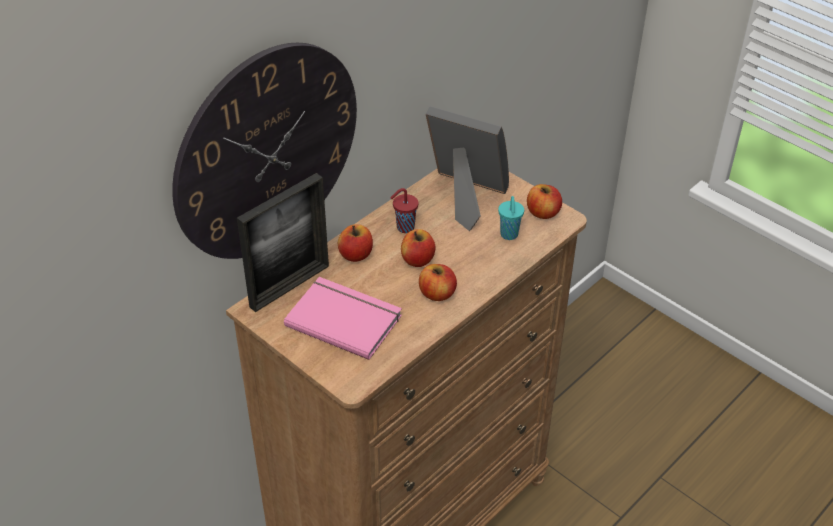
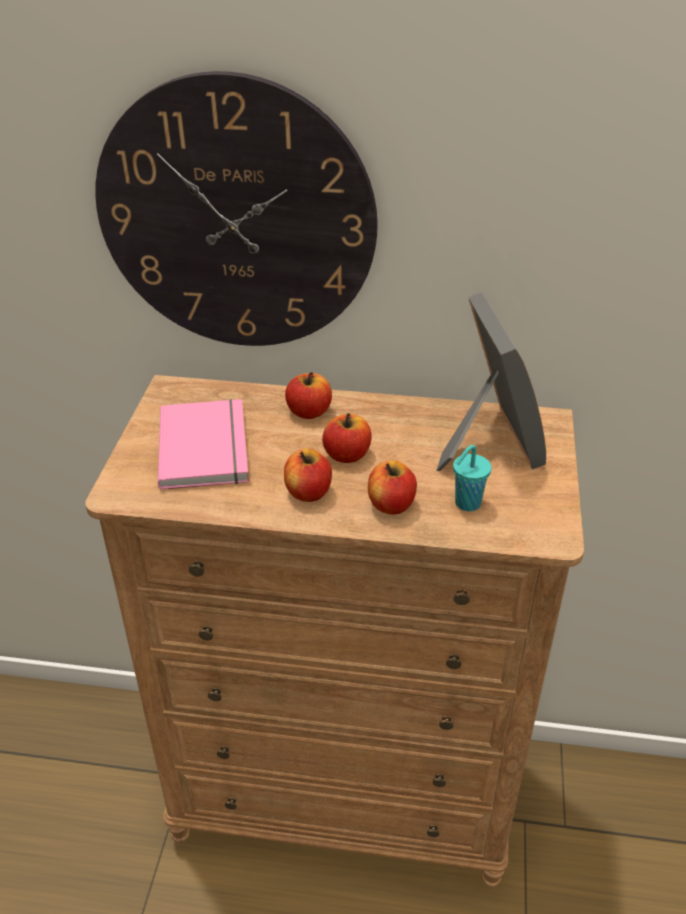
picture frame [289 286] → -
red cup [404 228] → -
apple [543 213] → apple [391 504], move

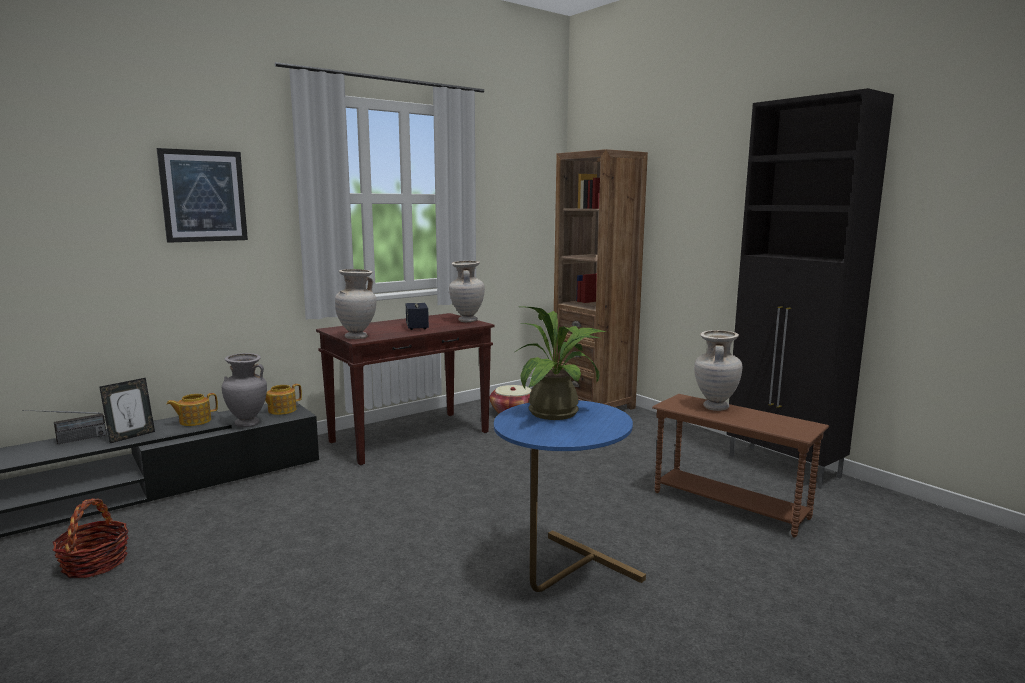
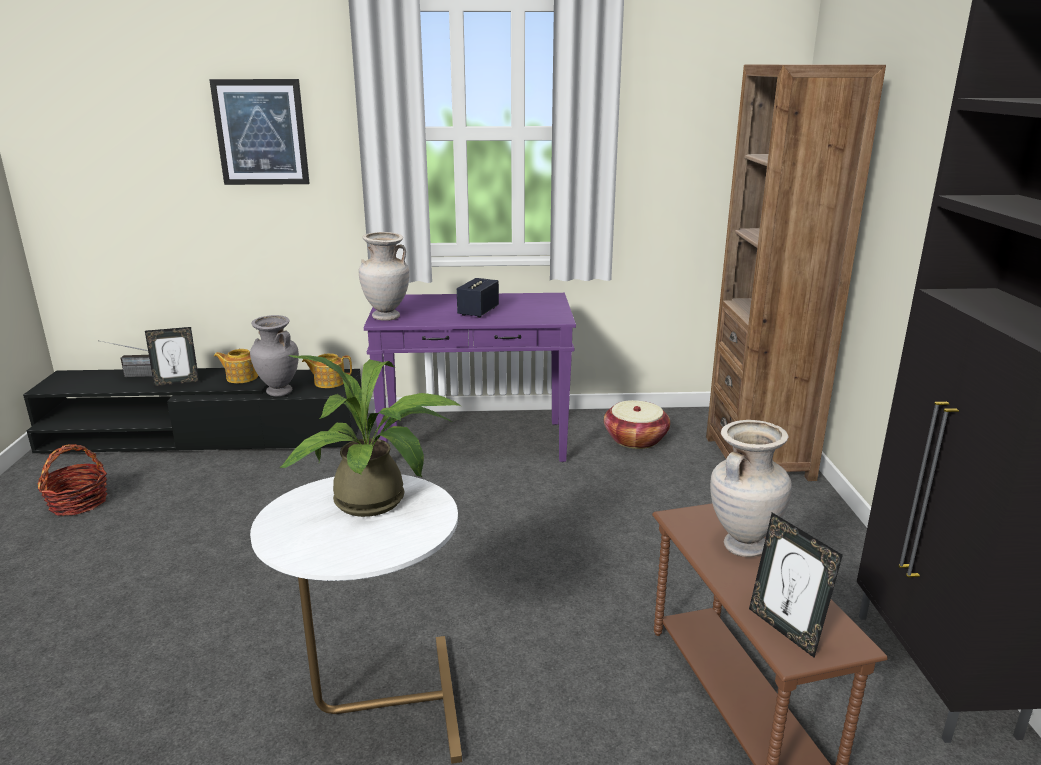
beige vase [467 320] → -
- → picture frame [785 630]
brown console table [411 437] → purple console table [476 443]
blue side table [561 578] → white side table [377 706]

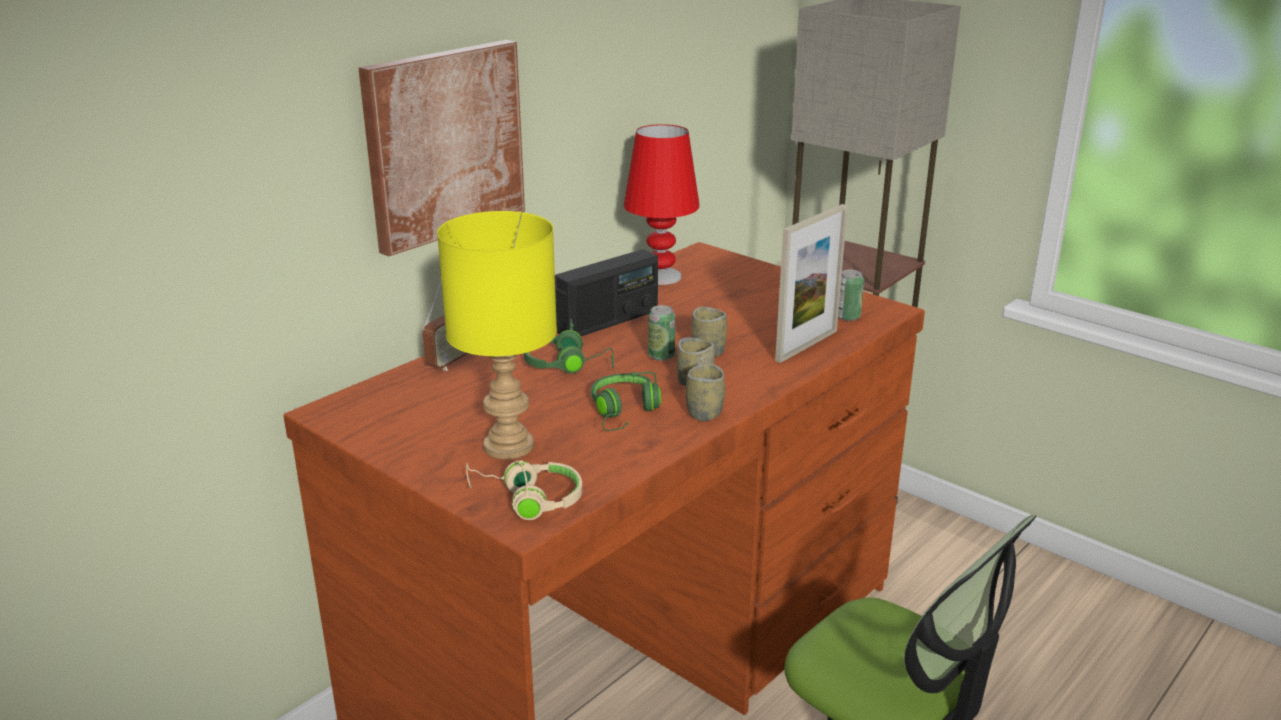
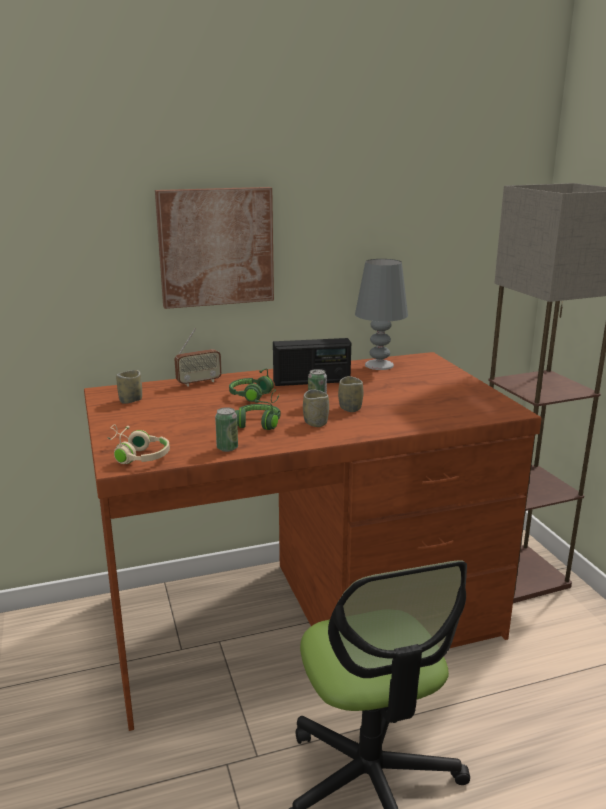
yellow table lamp [510 445] → -
picture frame [806 345] → -
cup [704 413] → cup [131 400], move
can [847 317] → can [227 448], move
red table lamp [660 277] → grey table lamp [379 365]

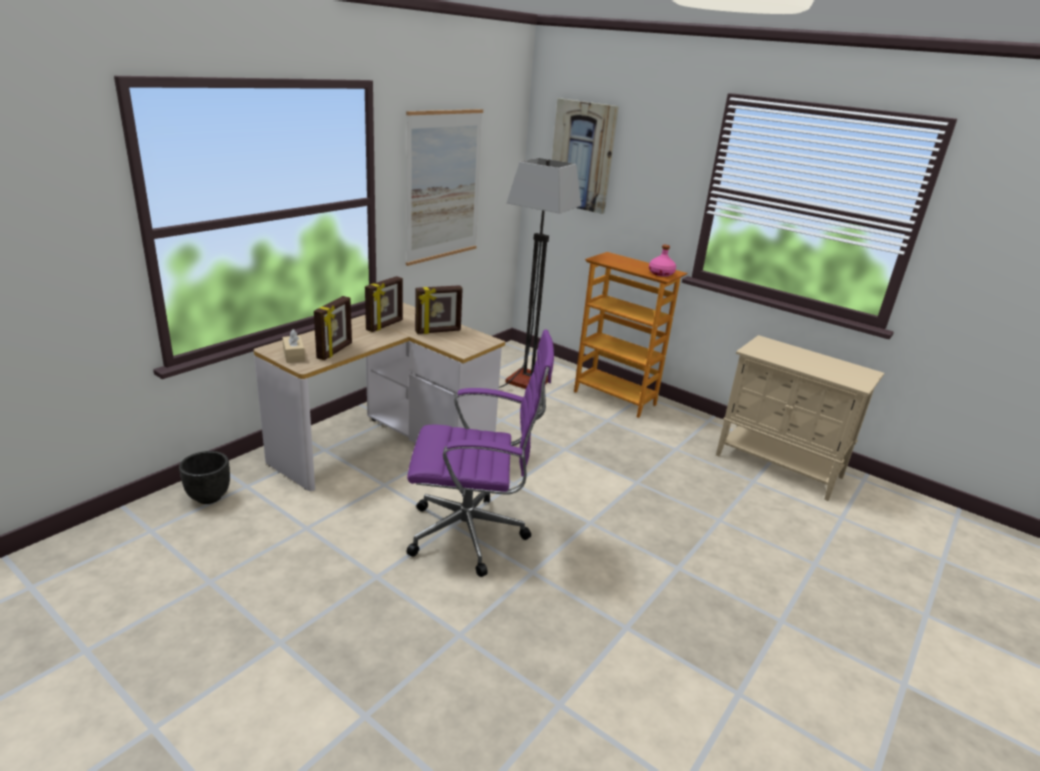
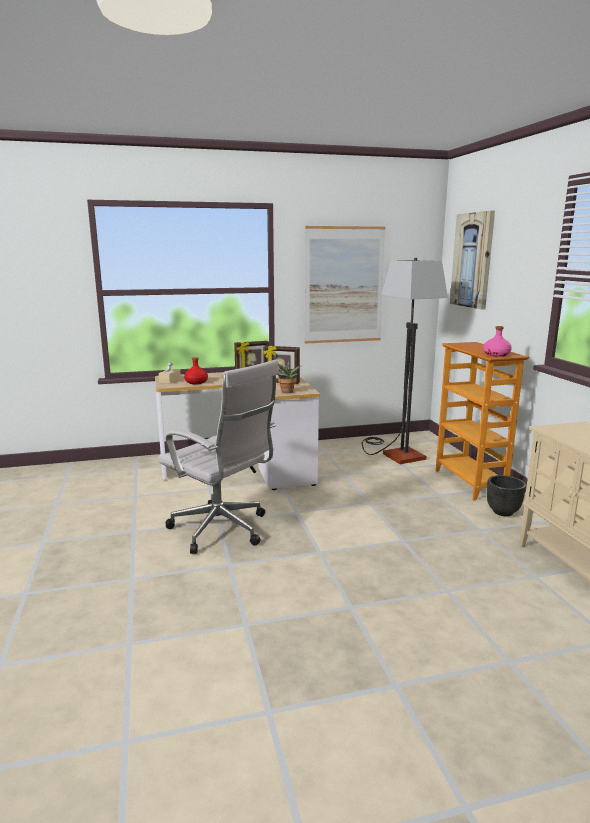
- → potted plant [287 392]
black planter [209 497] → black planter [503 512], move
picture frame [335 351] → red bottle [196 382]
purple office chair [473 535] → white office chair [222 530]

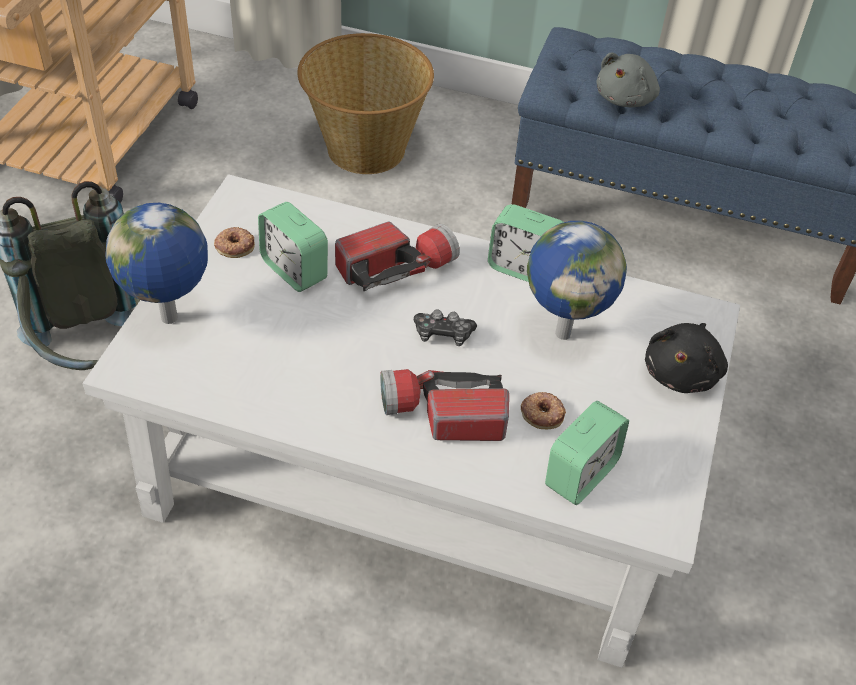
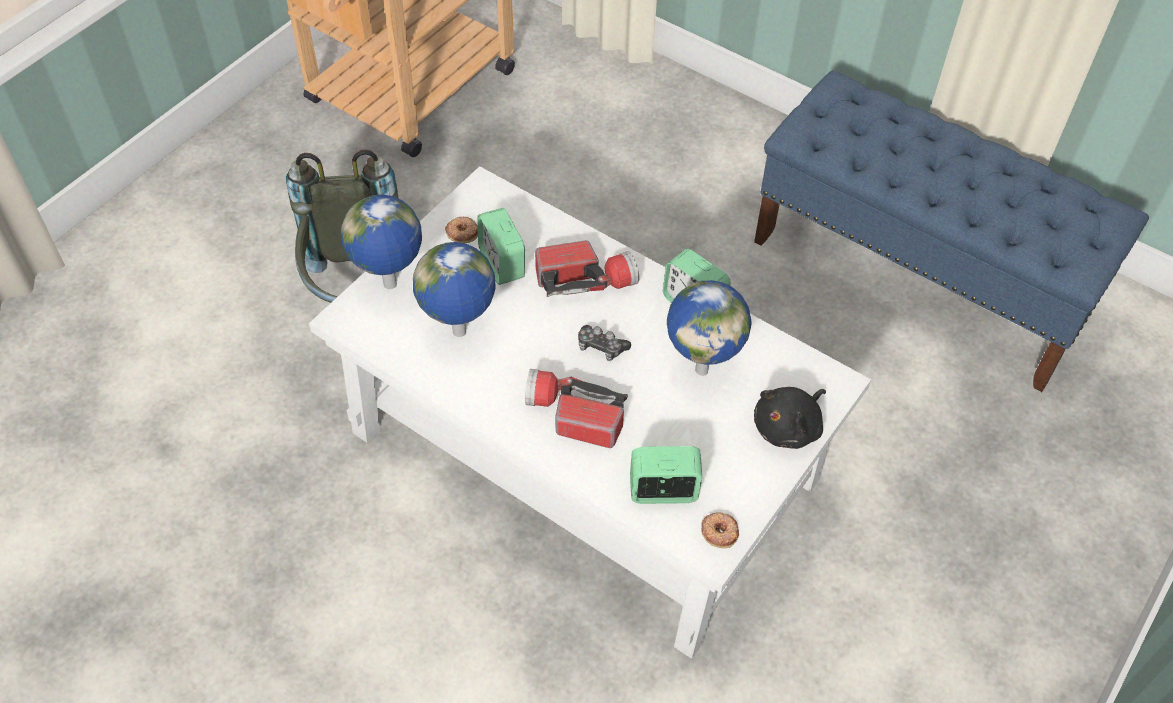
basket [365 148] → -
grey plush toy [626 98] → -
- → globe [460 333]
donut [542 413] → donut [719 531], move
alarm clock [580 474] → alarm clock [663 491], 150 degrees counterclockwise

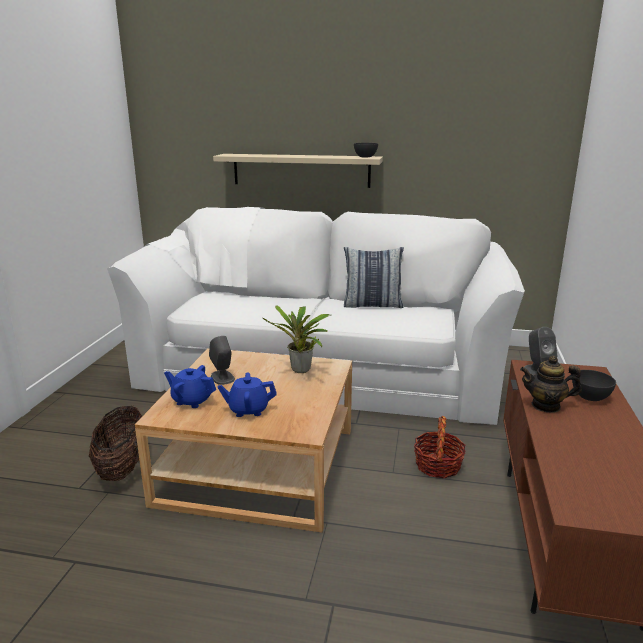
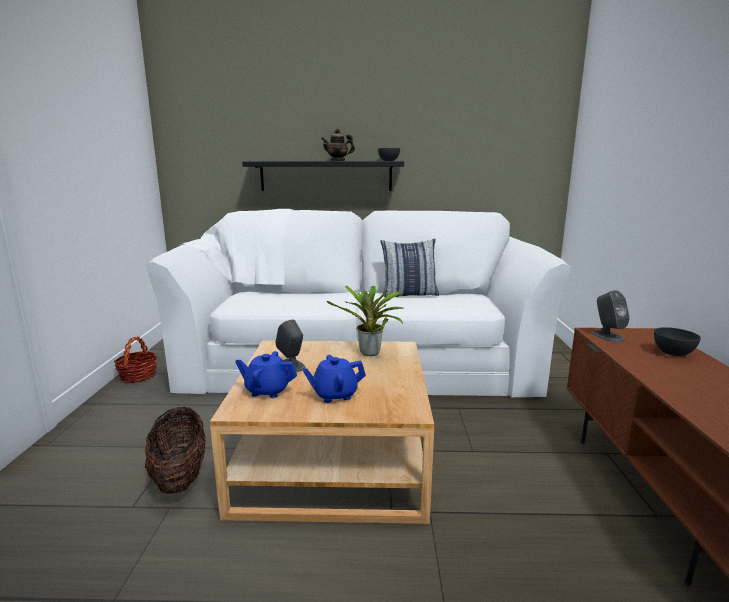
basket [438 465] → basket [138 376], move
teapot [546 406] → teapot [338 161], move
beige shelf [301 170] → black shelf [326 176]

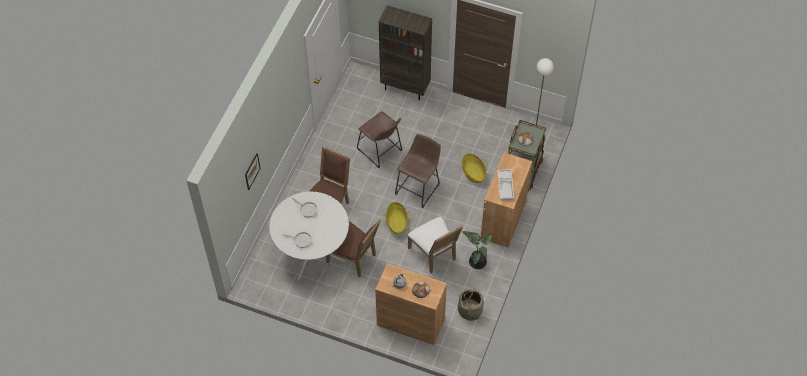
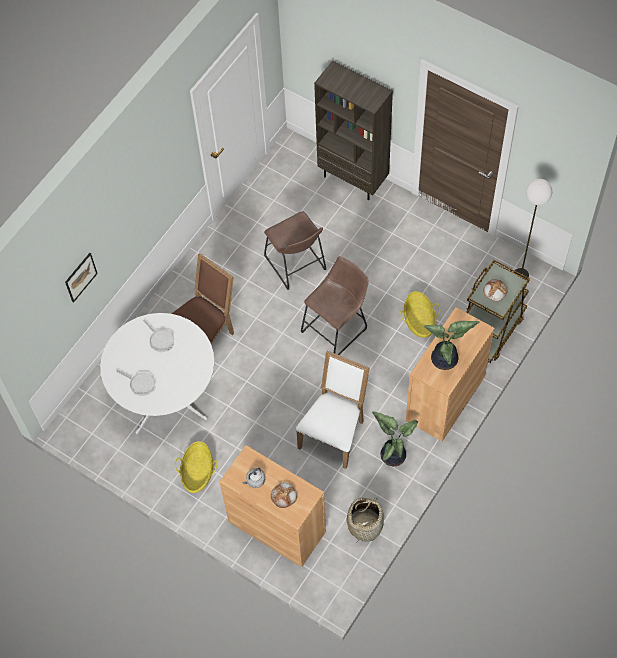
brown chair [354 258] → -
basket [396 223] → basket [198 472], move
white tray [506 186] → potted plant [446 360]
white chair [434 255] → white chair [334 432], 135 degrees counterclockwise

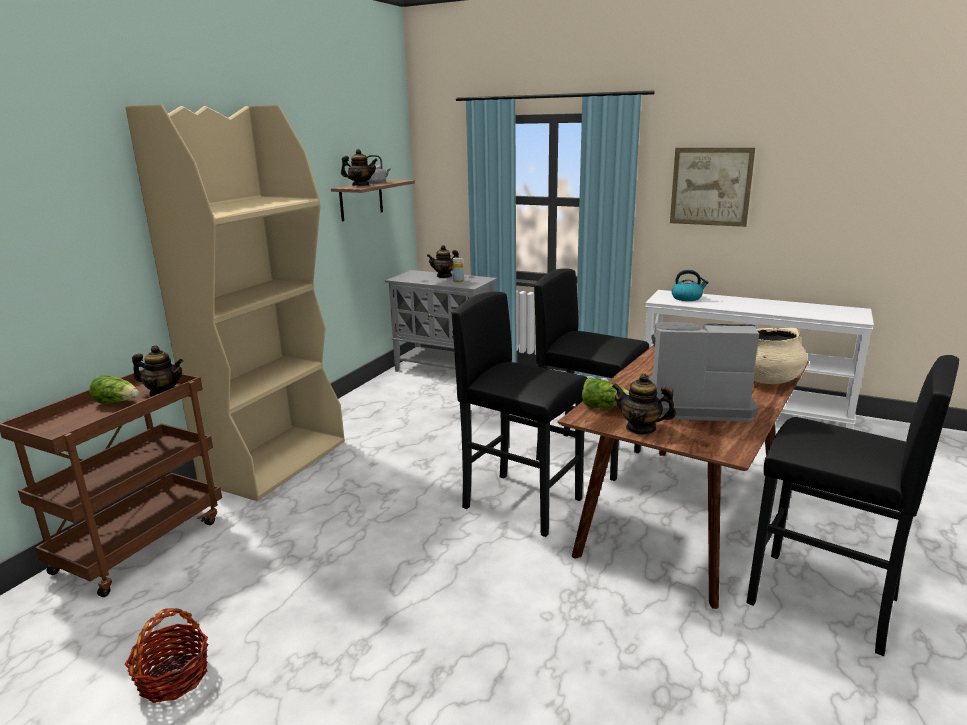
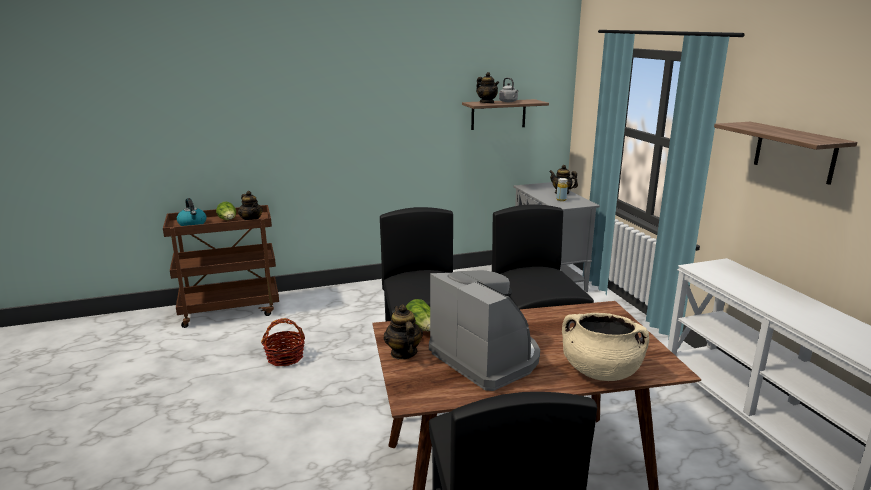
beige bookcase [275 461] → -
basket [173 677] → basket [285 357], move
kettle [687 298] → kettle [192 224], move
picture [711 186] → shelf [794 152]

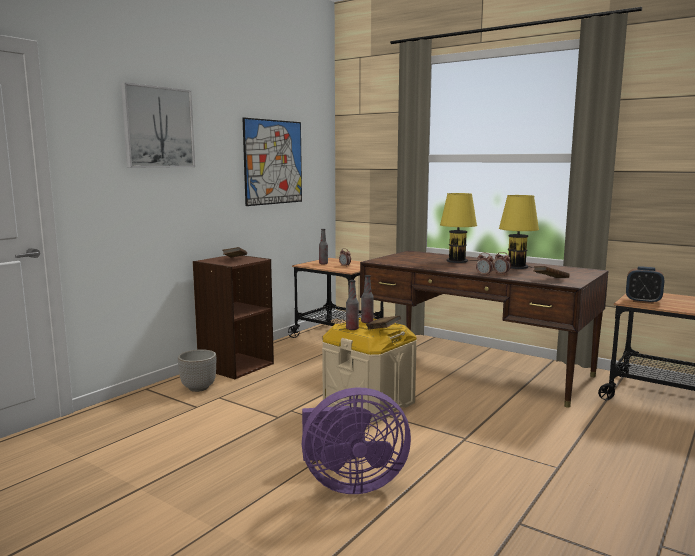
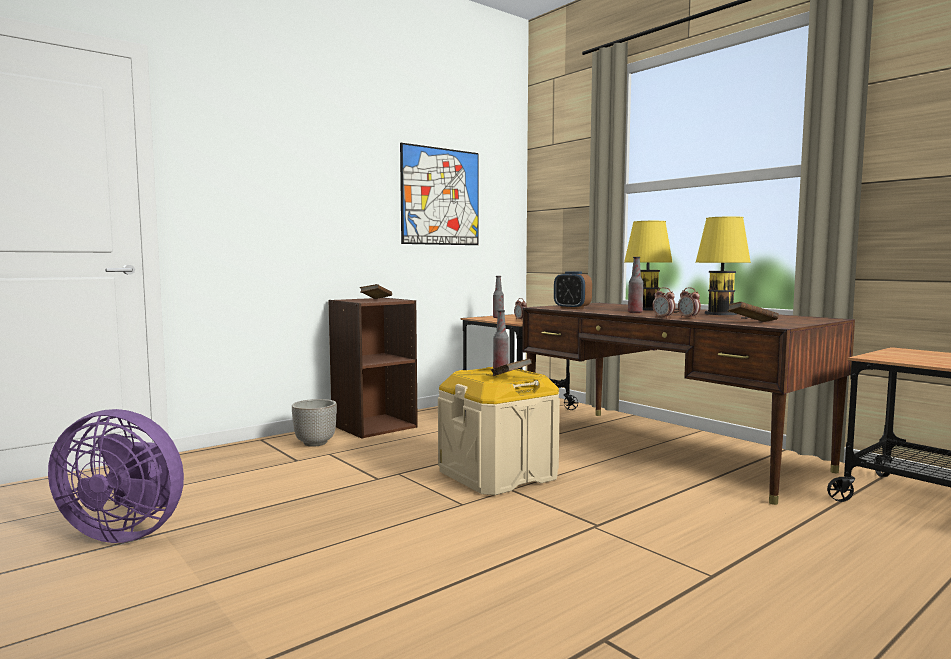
picture [158 127] → -
purple fan [350 483] → purple fan [127 532], move
bottle [352 329] → bottle [635 312], move
alarm clock [643 301] → alarm clock [572 308], move

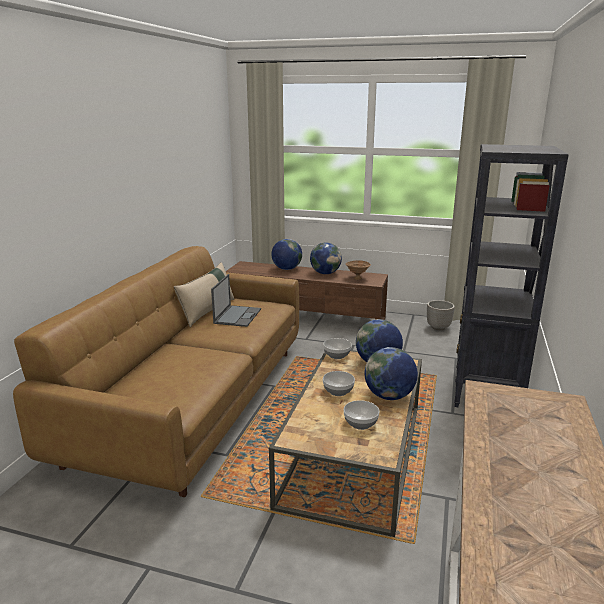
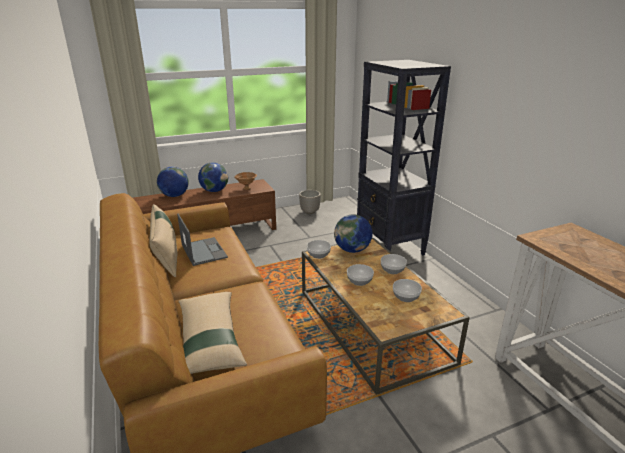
- → beige pillow [210 339]
globe [389 396] → bowl [393 270]

